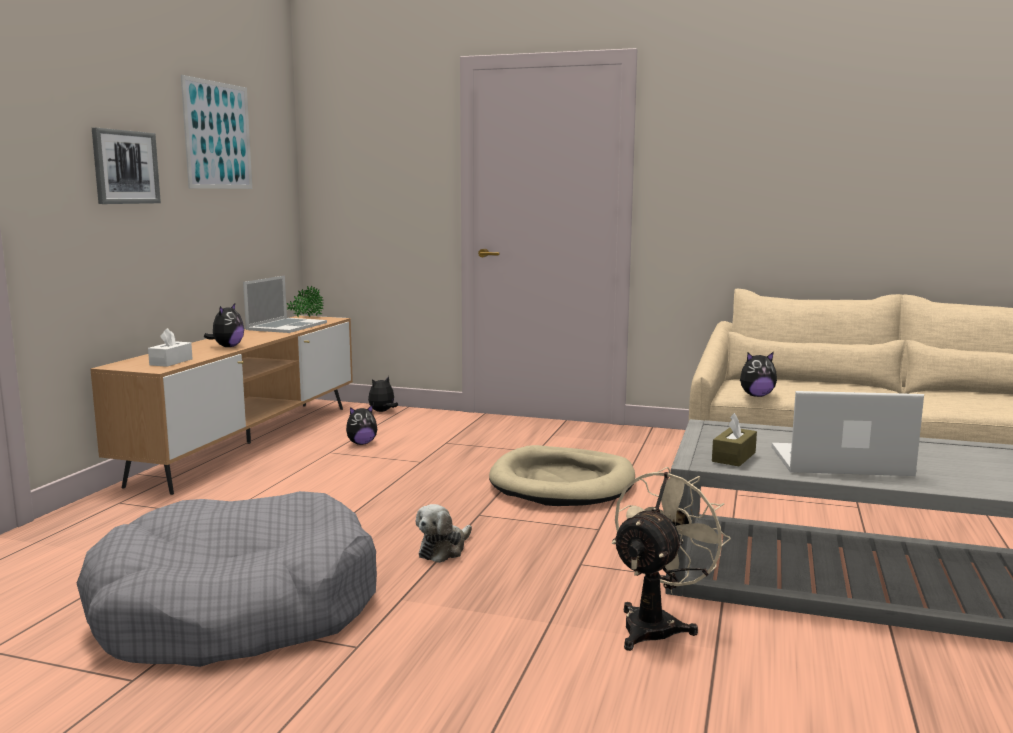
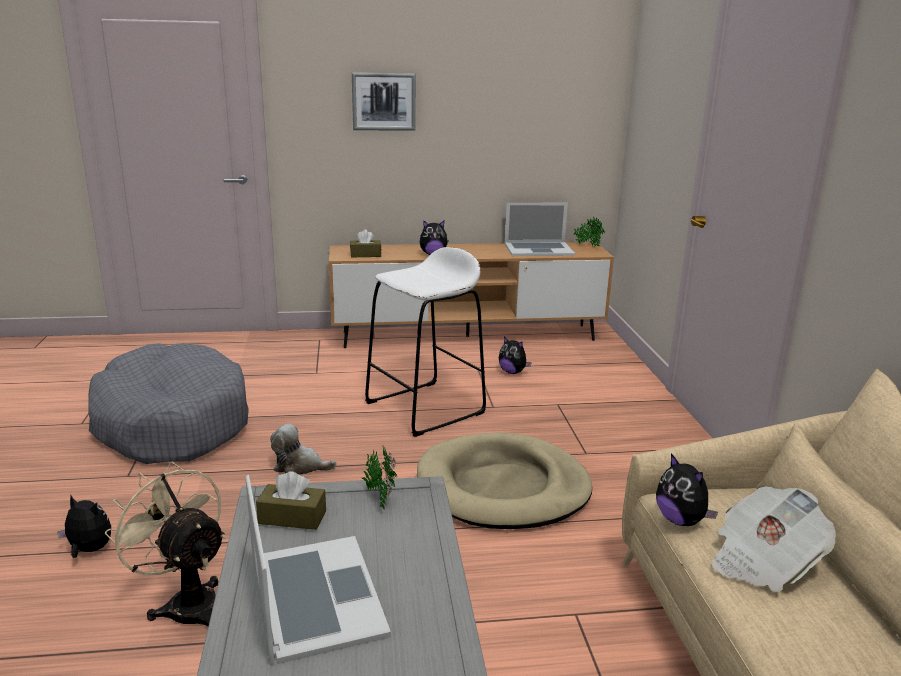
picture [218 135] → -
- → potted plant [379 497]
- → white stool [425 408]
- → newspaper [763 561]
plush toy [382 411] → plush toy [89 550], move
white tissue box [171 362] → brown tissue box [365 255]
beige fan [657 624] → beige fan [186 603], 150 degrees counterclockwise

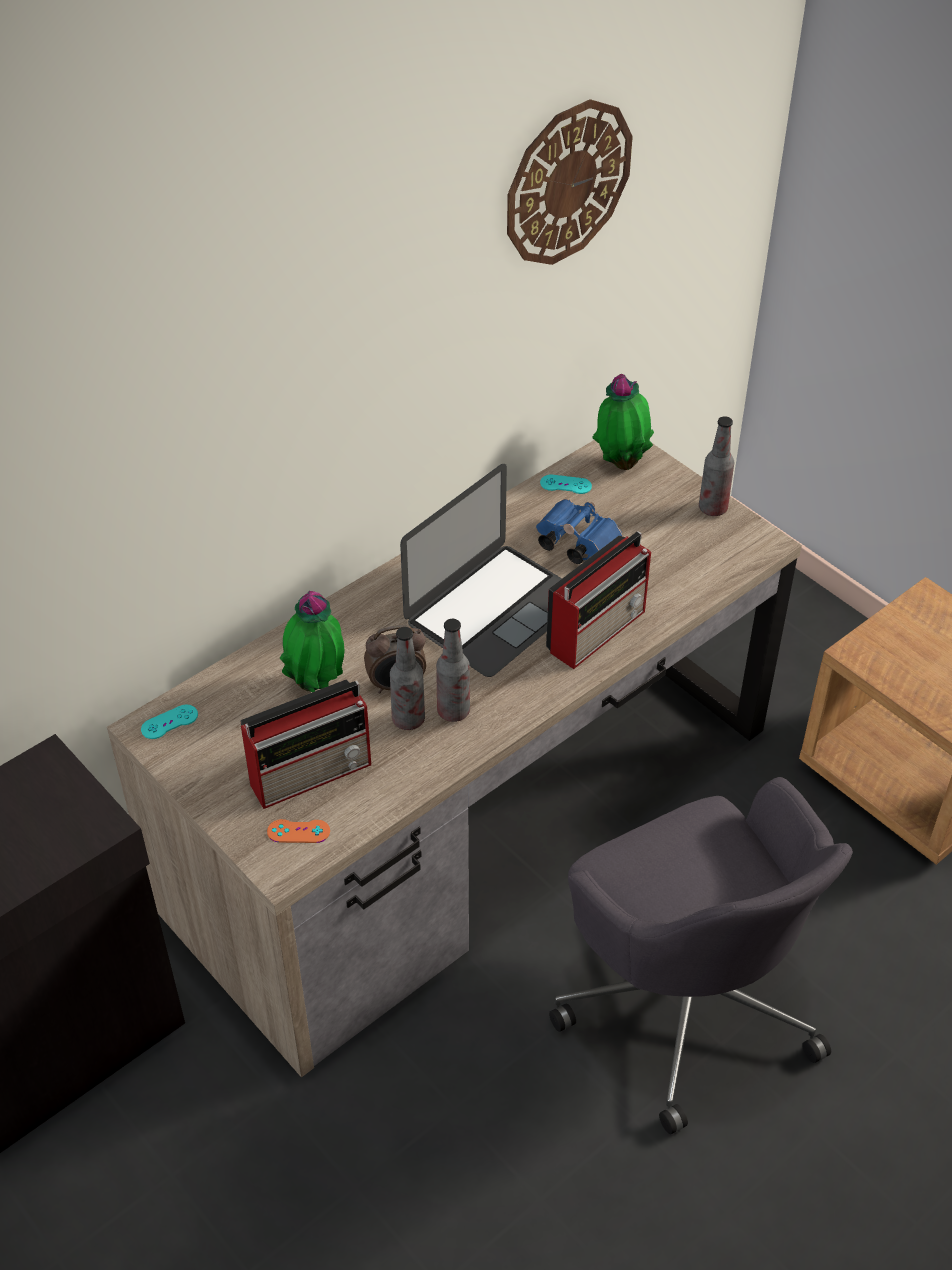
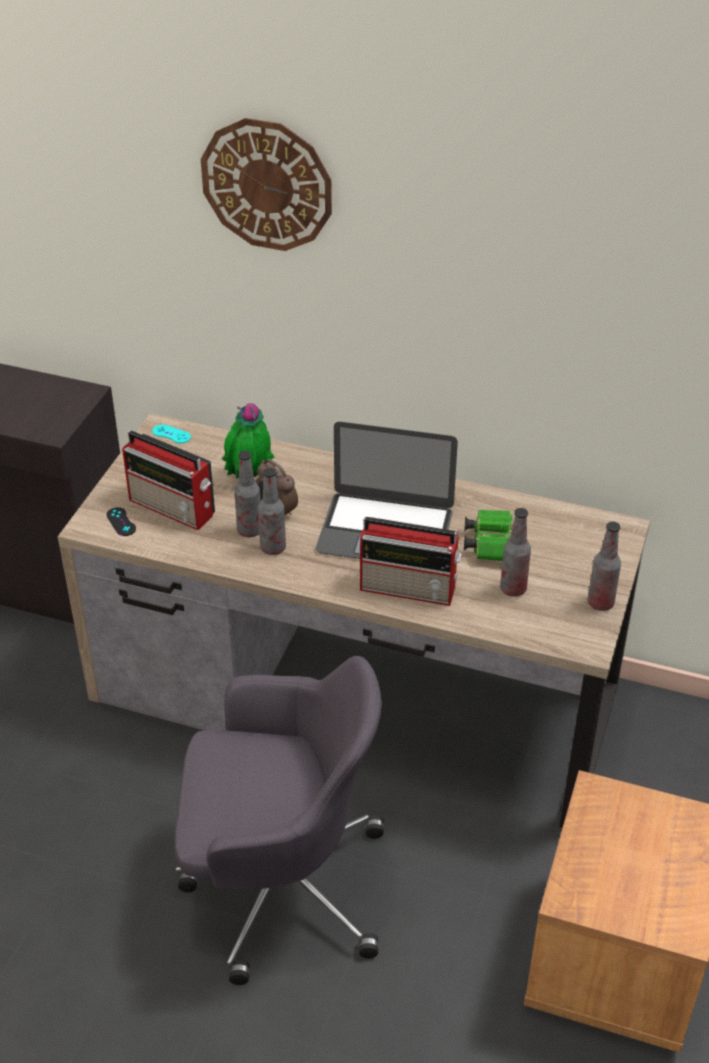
turquoise game controller [565 484] → -
potted plant [621 463] → -
- → bottle [513 589]
wall clock [567 182] → wall clock [267 184], move
orange game controller [298 831] → black game controller [121 522]
blue binoculars [573 543] → green binoculars [489 543]
grey office chair [686 999] → grey office chair [279 884], 120 degrees counterclockwise

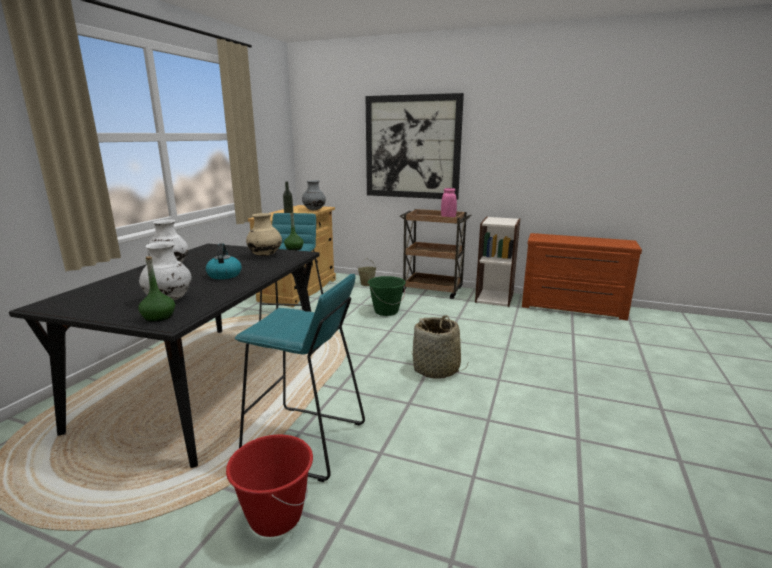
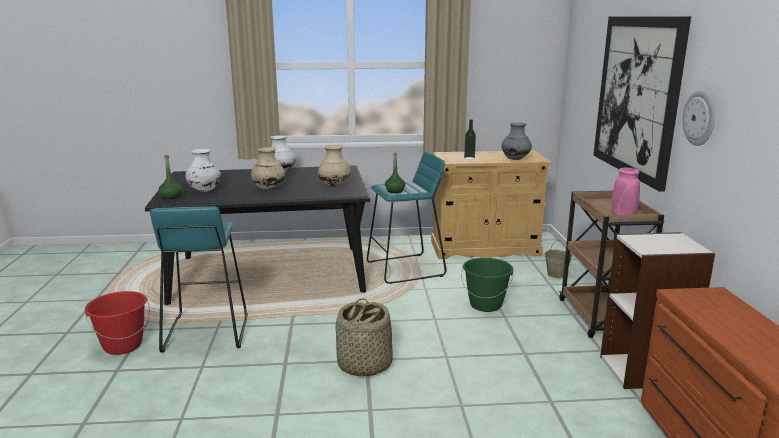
- → wall clock [700 118]
kettle [224 275] → beige vase [268 189]

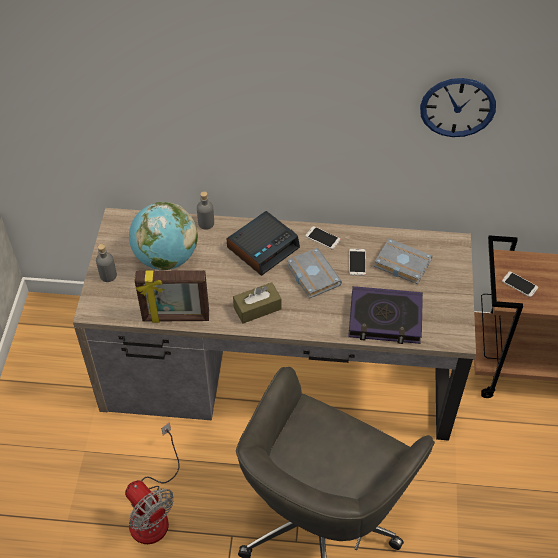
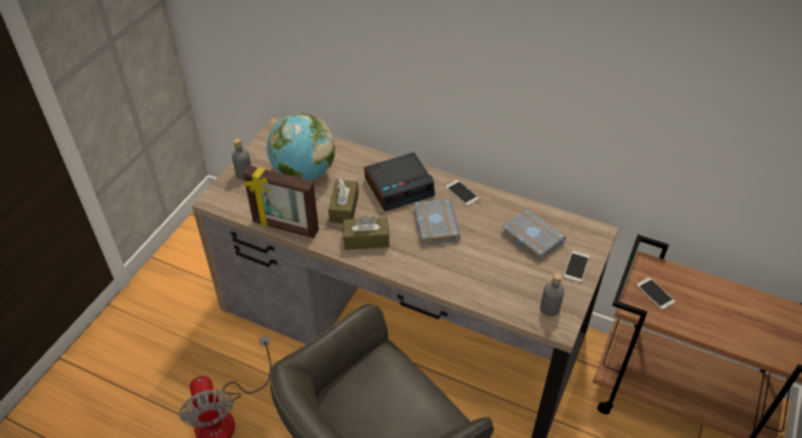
book [385 319] → -
wall clock [457 107] → -
- → brown tissue box [344 208]
grey bottle [206 223] → grey bottle [549 308], move
phone [357 262] → phone [576 267], move

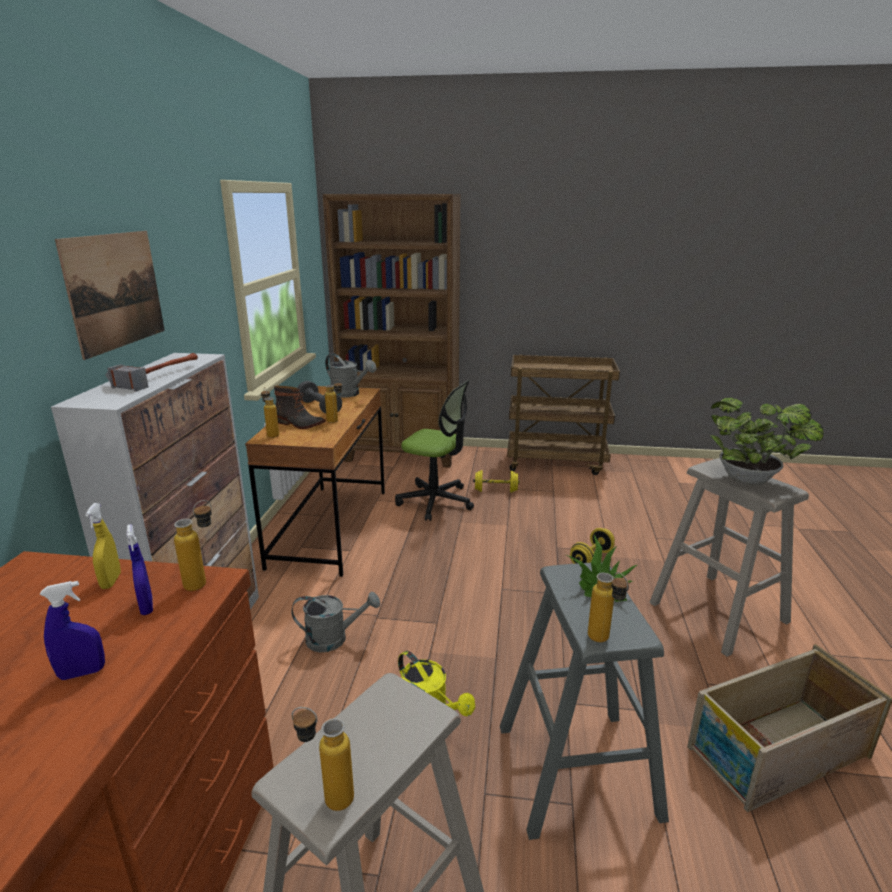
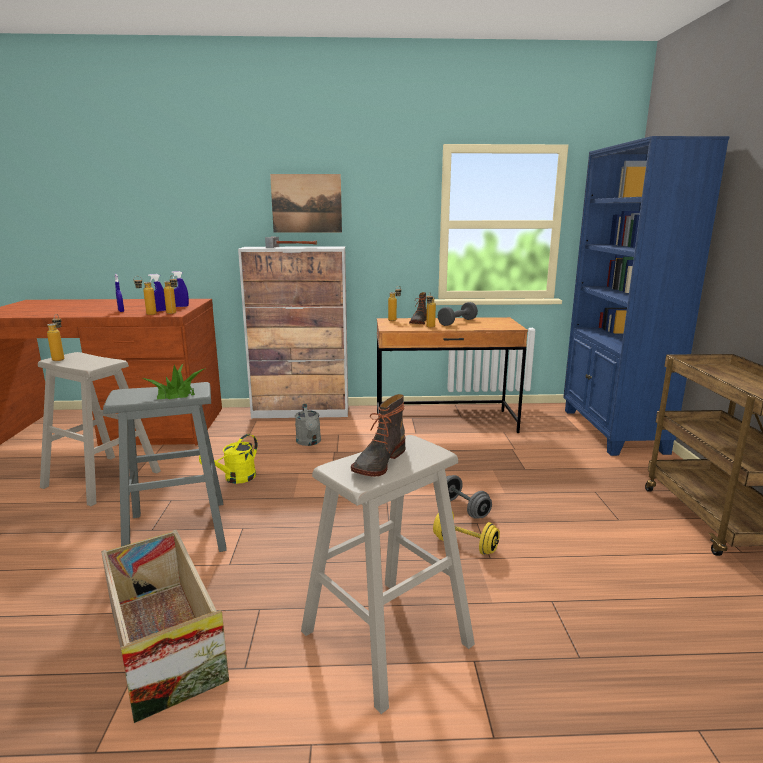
grey watering can [349 394] → -
office chair [435 501] → -
yellow dumbbell [496 491] → -
- → grey dumbbell [464 508]
bottle [604 641] → bottle [147 314], move
potted plant [751 481] → boot [378 462]
yellow spray bottle [111 581] → blue spray bottle [181 306]
brown bookcase [402 454] → blue bookcase [612 431]

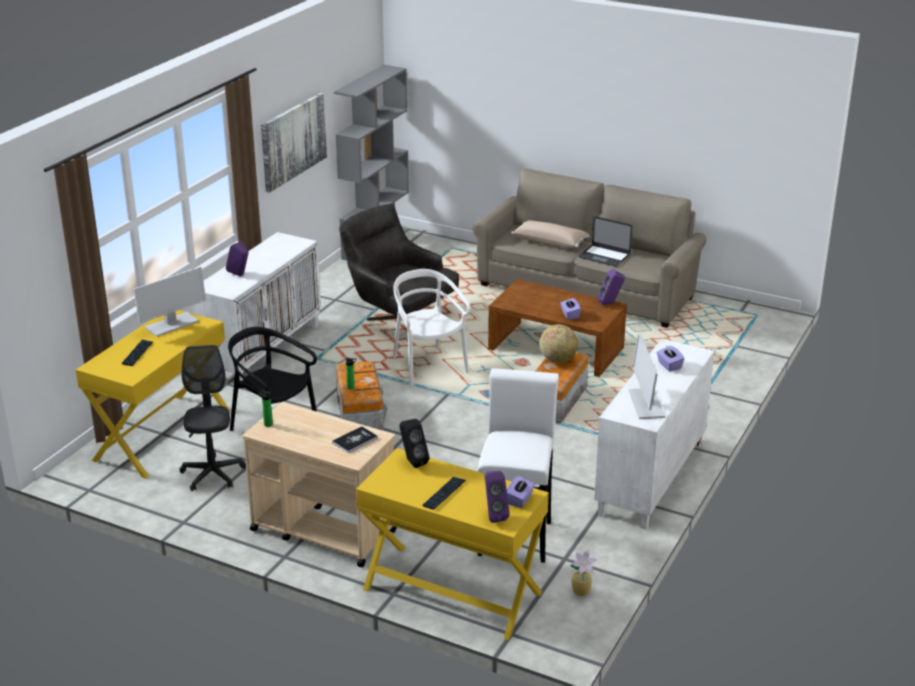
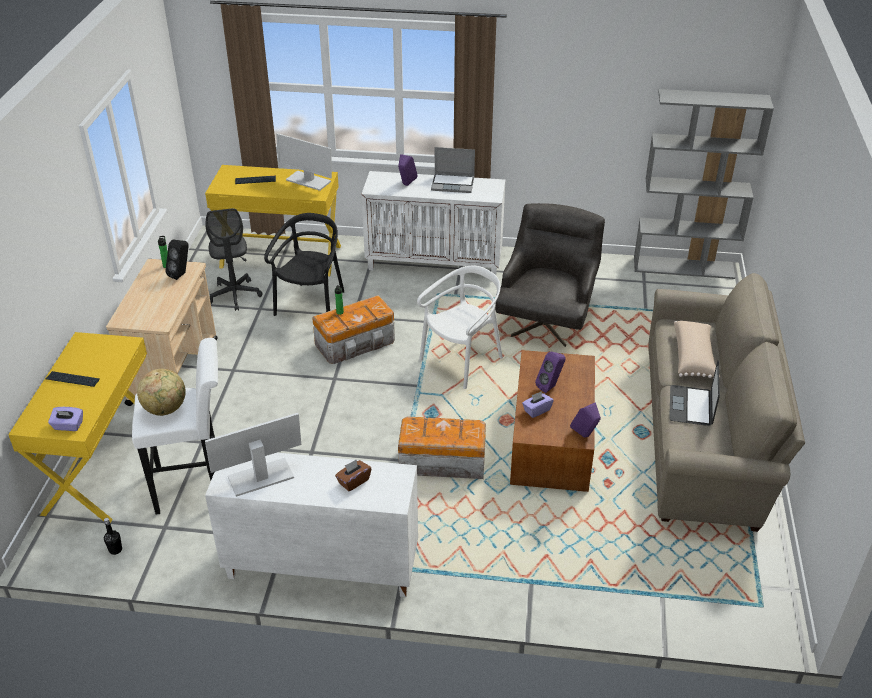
picture [293 141] → -
book [355 440] → -
- → laptop [453 184]
black speaker [412 461] → black speaker [181 274], move
purple speaker [493 515] → purple speaker [550 387], move
globe [558 360] → globe [165 409], move
potted plant [582 591] → black bottle [115 550]
purple tissue box [669 365] → brown tissue box [353 481]
grey office chair [212 474] → grey office chair [235 295], 105 degrees clockwise

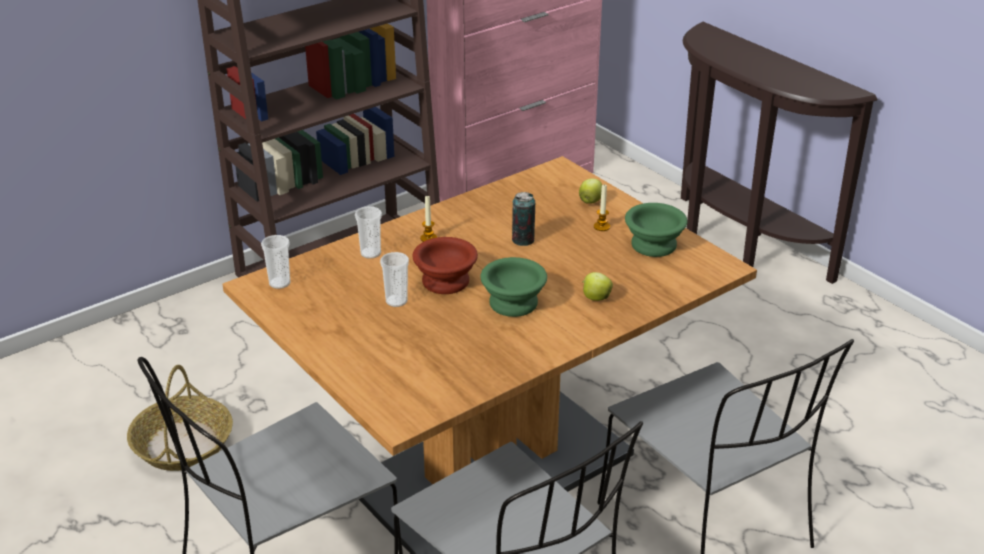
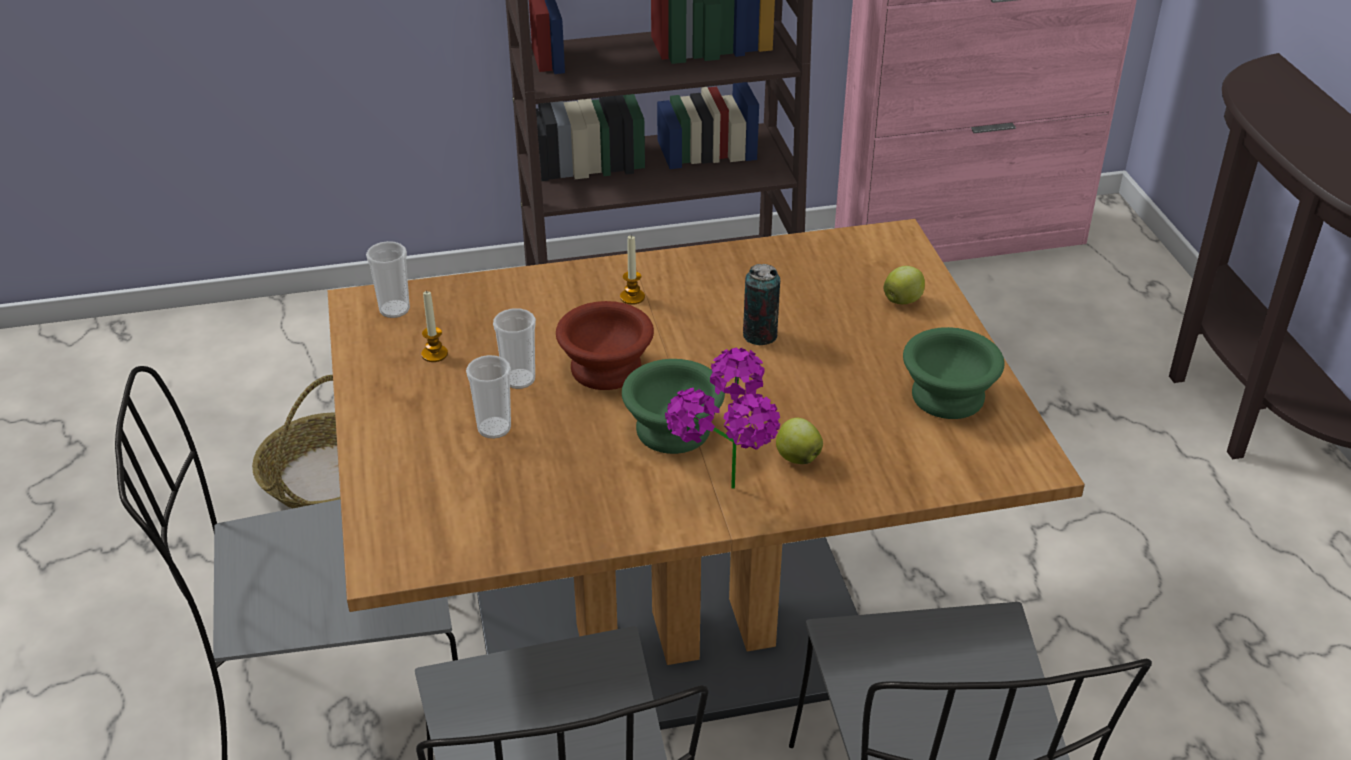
- → potted plant [726 501]
cup [370 253] → cup [494 428], move
candle [601 227] → candle [434 354], move

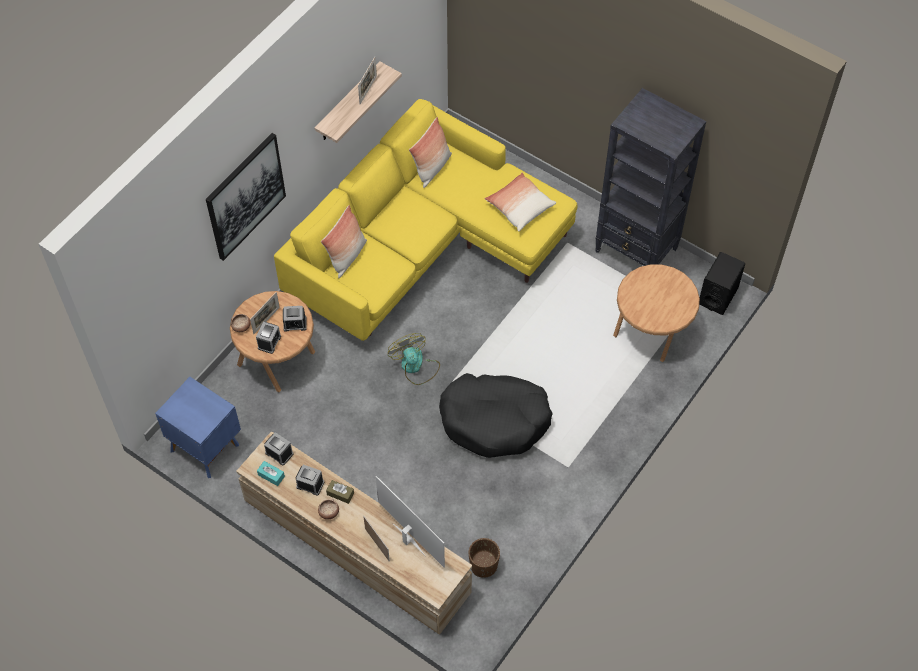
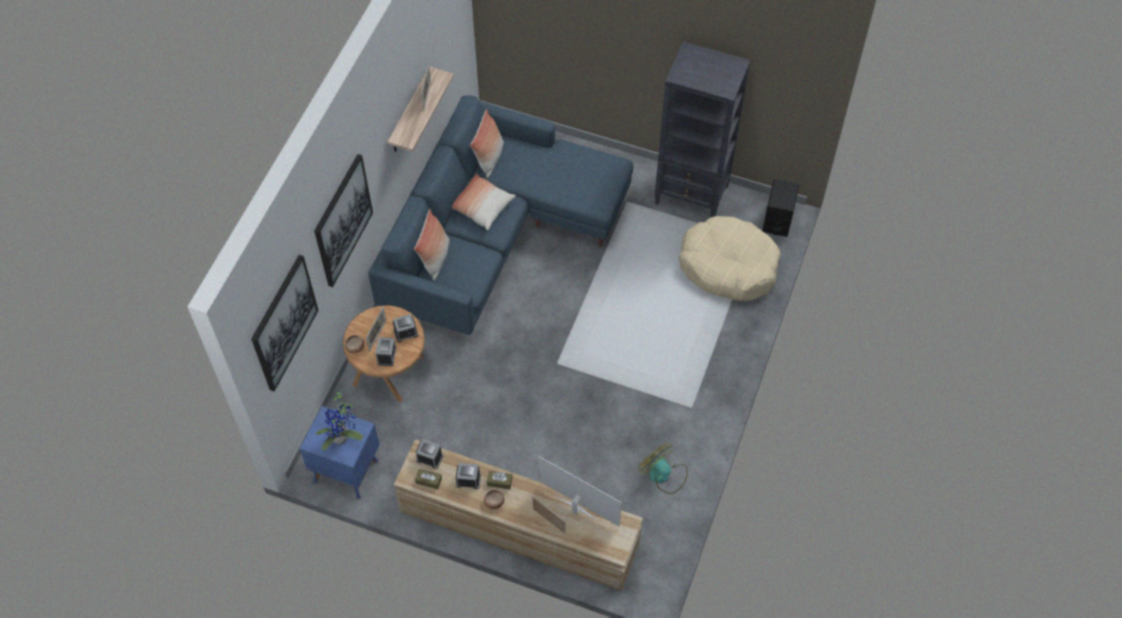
black dog bed [494 420] → -
brown planter [483 565] → -
- → picture [284 323]
- → potted plant [342 437]
fan [415 366] → fan [663 475], move
pillow [519 207] → pillow [481 207], move
brown side table [651 331] → beige dog bed [728 266]
turquoise tissue box [271 475] → brown tissue box [428 481]
yellow sofa [423 246] → blue sofa [494 234]

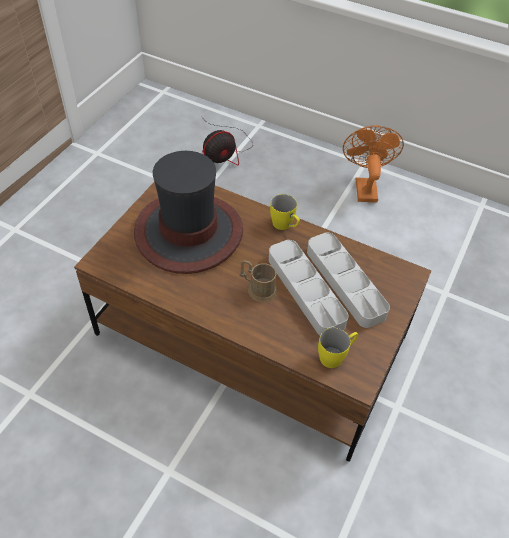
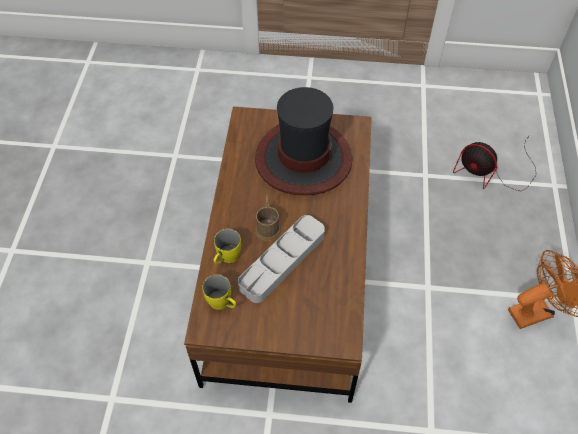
grey tray [345 282] → -
yellow mug [285 226] → yellow mug [226 258], move

